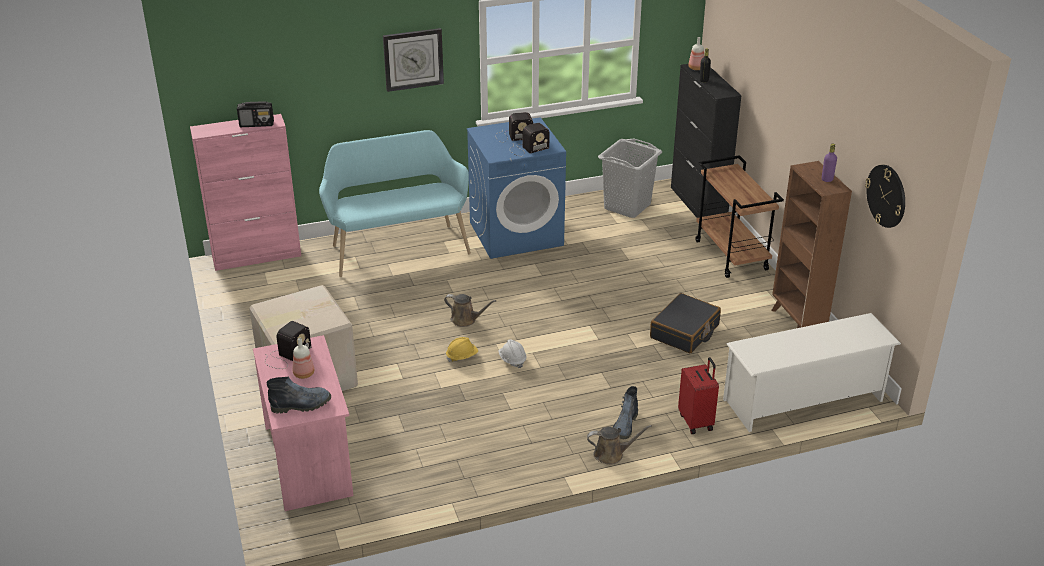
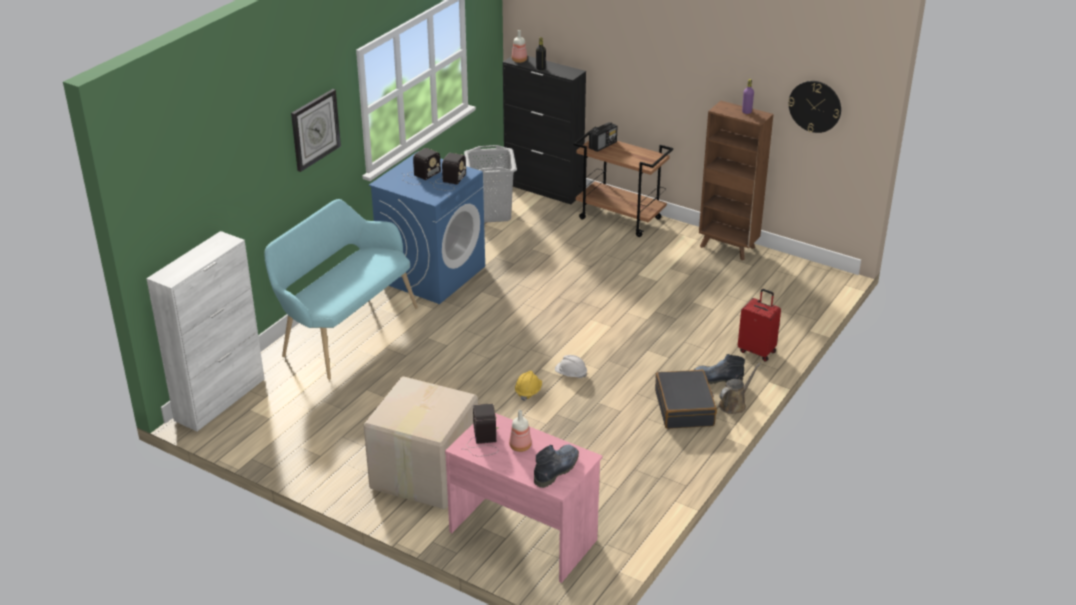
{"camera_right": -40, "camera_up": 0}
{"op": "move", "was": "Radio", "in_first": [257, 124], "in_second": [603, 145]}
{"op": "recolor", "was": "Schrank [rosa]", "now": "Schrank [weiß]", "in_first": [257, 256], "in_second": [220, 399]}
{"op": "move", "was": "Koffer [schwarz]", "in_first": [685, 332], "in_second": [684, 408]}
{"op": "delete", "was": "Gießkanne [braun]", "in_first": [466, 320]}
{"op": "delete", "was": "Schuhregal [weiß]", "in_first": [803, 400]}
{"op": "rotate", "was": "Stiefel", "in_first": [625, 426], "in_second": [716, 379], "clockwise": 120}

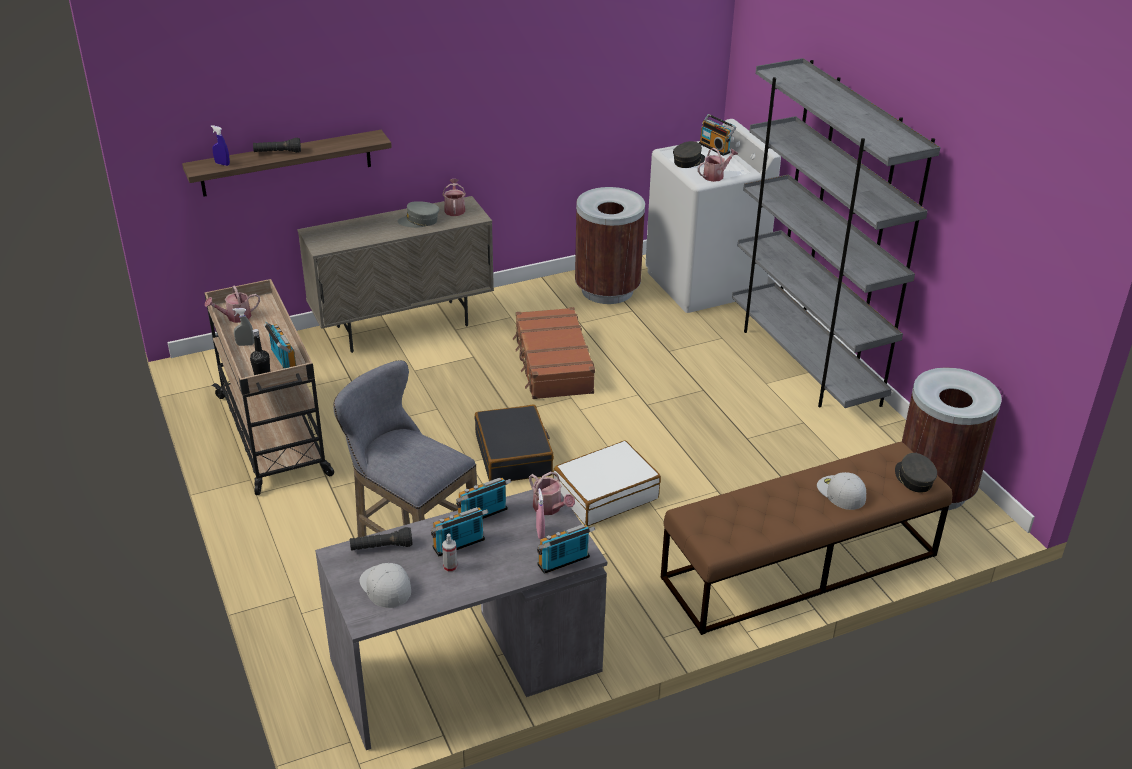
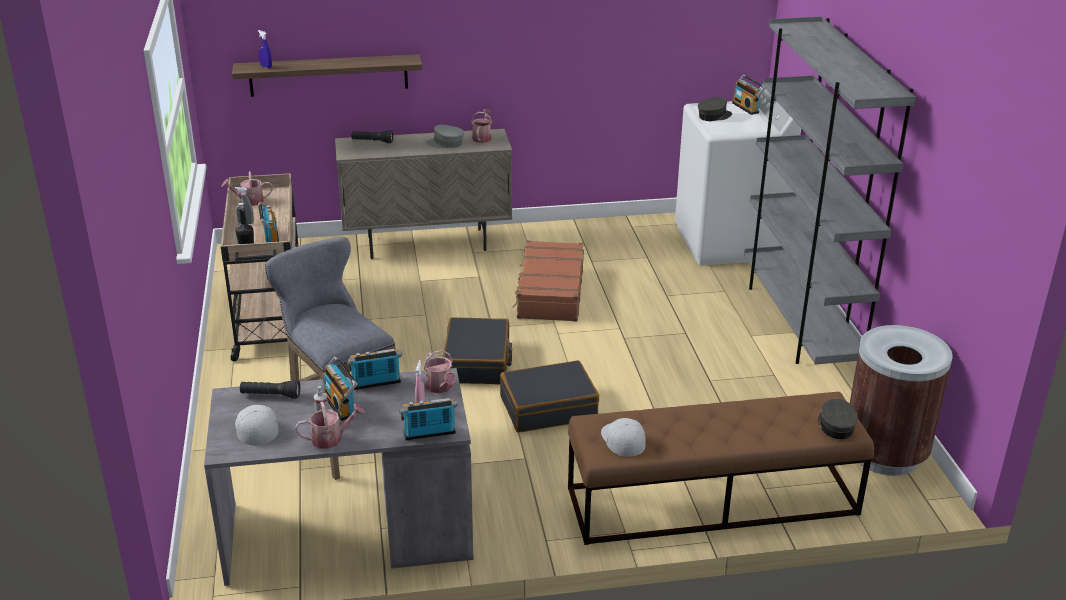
{"camera_right": 15, "camera_up": -5}
{"op": "move", "was": "Taschenlampe [schwarz]", "in_first": [277, 153], "in_second": [372, 142]}
{"op": "move", "was": "Gießkanne", "in_first": [716, 176], "in_second": [331, 438]}
{"op": "delete", "was": "Mülleimer [braun]", "in_first": [607, 290]}
{"op": "recolor", "was": "Koffer [weiß]", "now": "Koffer [schwarz]", "in_first": [605, 494], "in_second": [548, 408]}
{"op": "move", "was": "Kappe [weiß]", "in_first": [840, 492], "in_second": [622, 439]}
{"op": "rotate", "was": "Radio", "in_first": [460, 545], "in_second": [341, 405], "clockwise": -105}

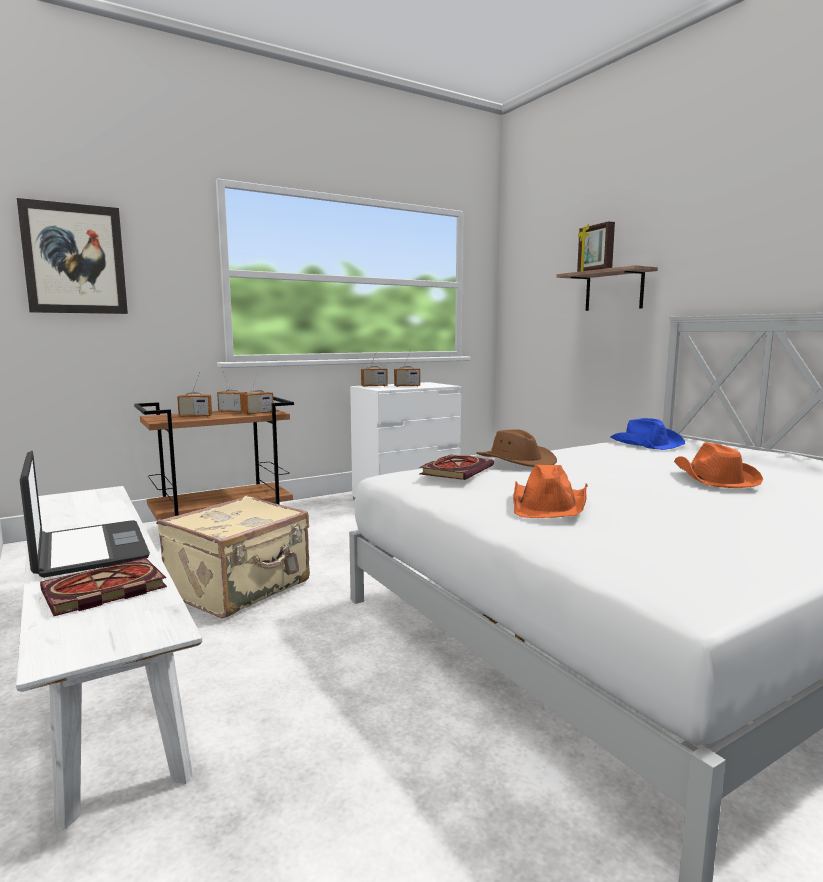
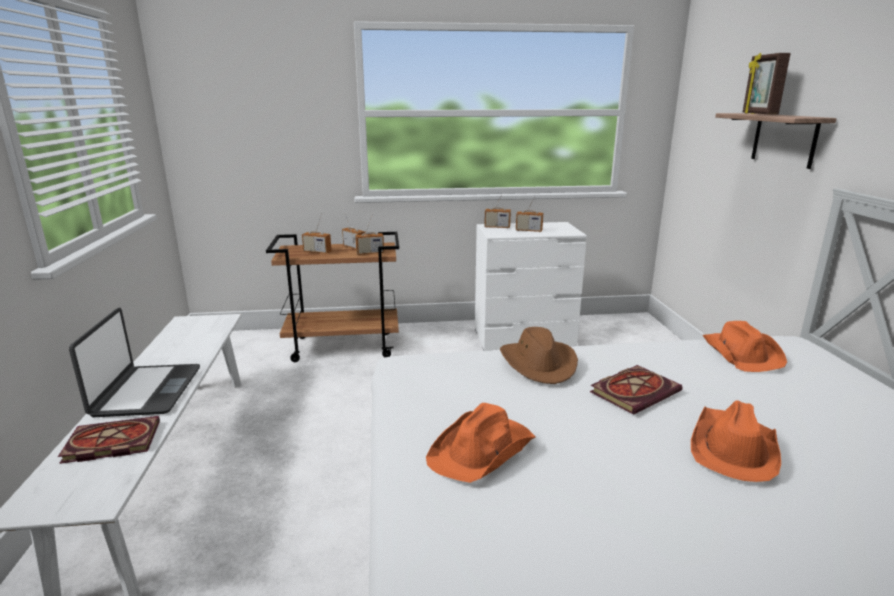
{"camera_right": 25, "camera_up": 10}
{"op": "delete", "was": "Bild", "in_first": [75, 259]}
{"op": "recolor", "was": "Hut [blau]", "now": "Hut [orange]", "in_first": [646, 443], "in_second": [741, 353]}
{"op": "move", "was": "Buch", "in_first": [456, 470], "in_second": [635, 391]}
{"op": "delete", "was": "Koffer [beige]", "in_first": [241, 588]}

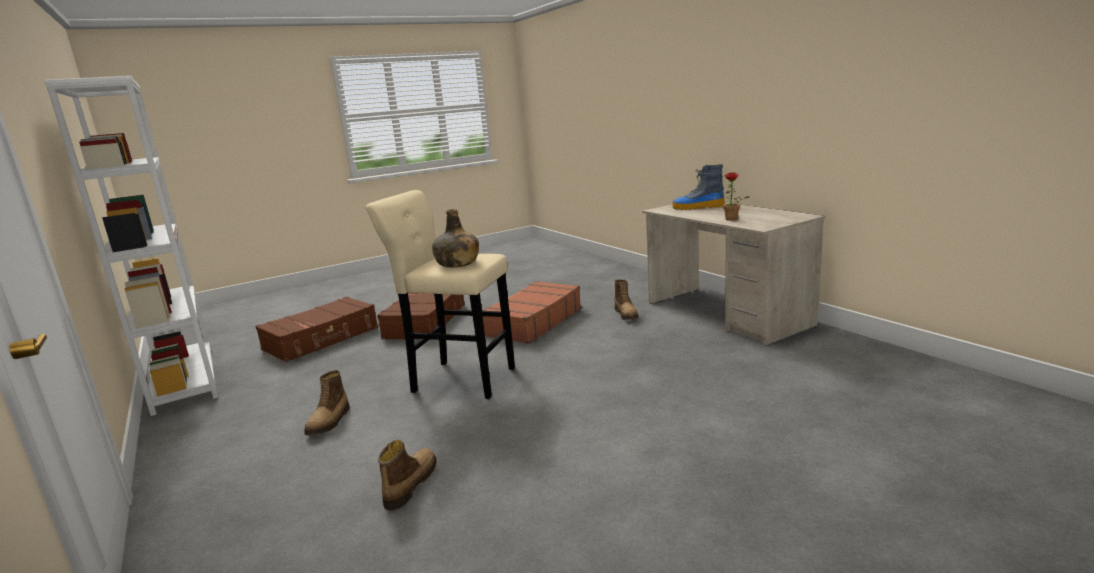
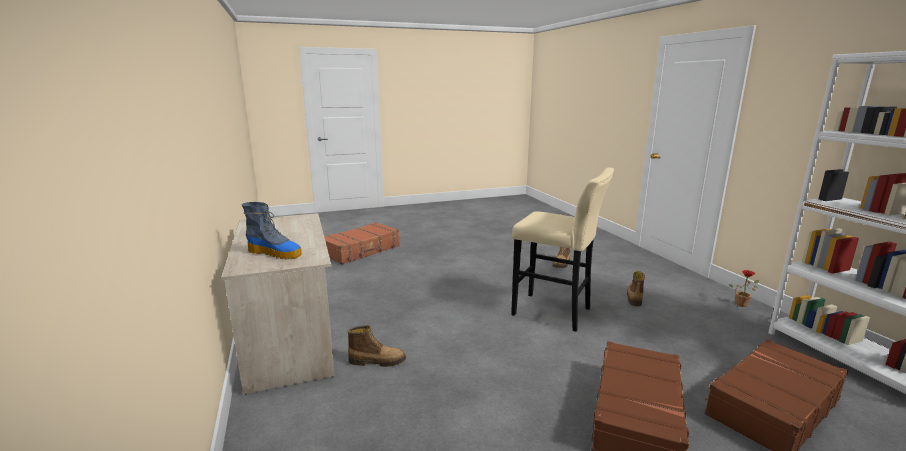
{"camera_right": -170, "camera_up": 0}
{"op": "move", "was": "Topfpflanze", "in_first": [730, 220], "in_second": [742, 304]}
{"op": "delete", "was": "Flasche [grün]", "in_first": [457, 263]}
{"op": "rotate", "was": "Stiefel", "in_first": [626, 315], "in_second": [377, 361], "clockwise": 90}
{"op": "move", "was": "Koffer [braun]", "in_first": [533, 322], "in_second": [361, 250]}

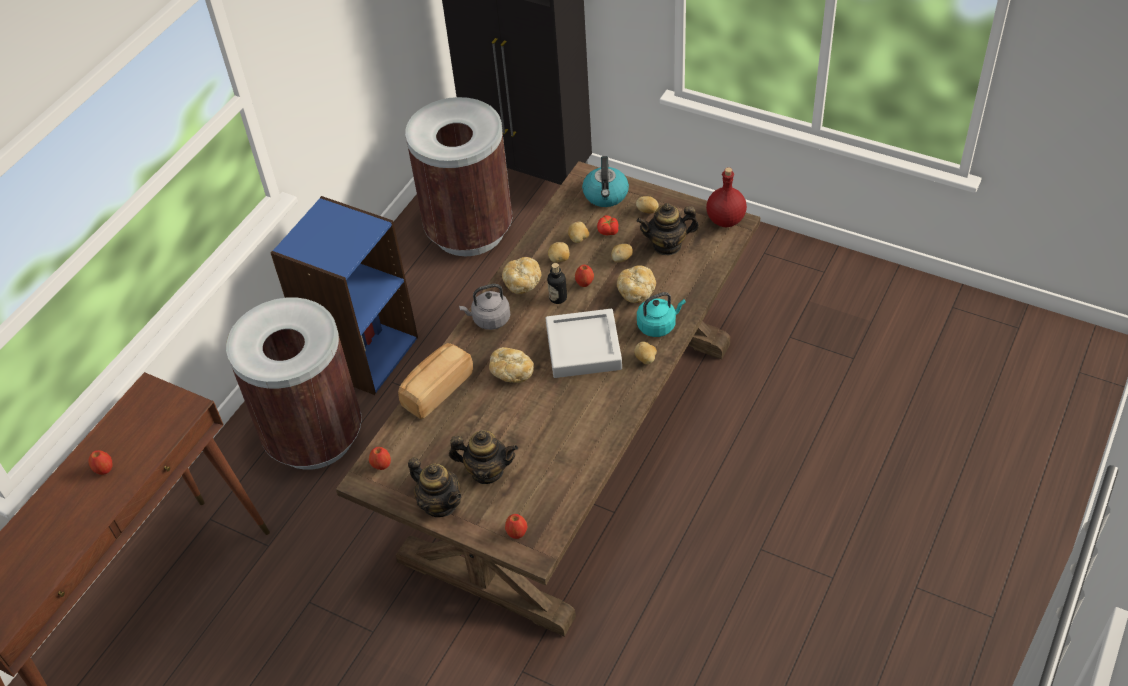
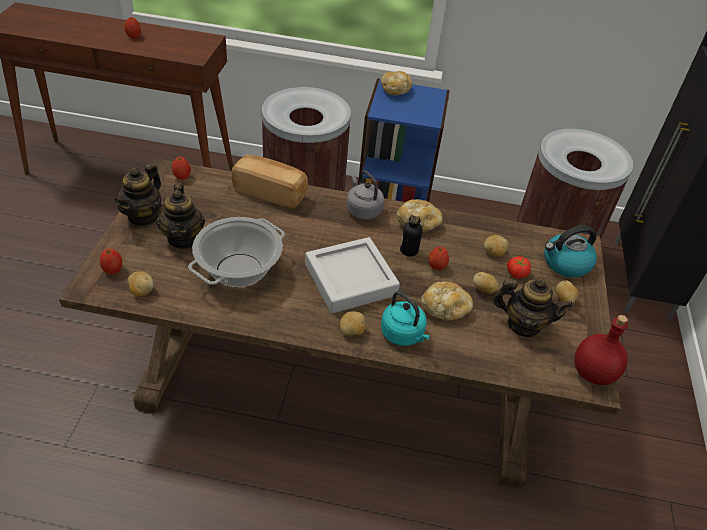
{"camera_right": 65, "camera_up": -5}
{"op": "rotate", "was": "Teekanne", "in_first": [667, 245], "in_second": [523, 325], "clockwise": 135}
{"op": "move", "was": "Kartoffel", "in_first": [559, 259], "in_second": [141, 291]}
{"op": "move", "was": "Brot", "in_first": [511, 372], "in_second": [395, 90]}
{"op": "insert", "now": "Kochtopf", "in_second": [239, 271]}

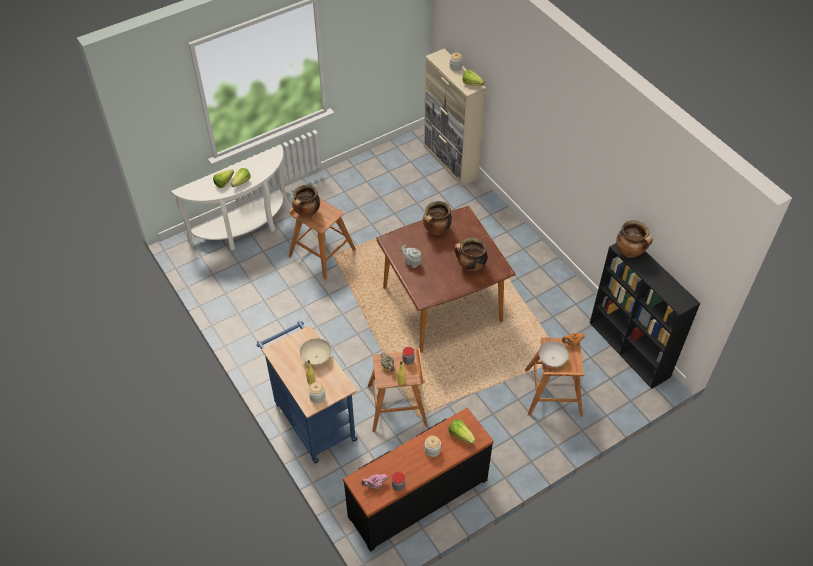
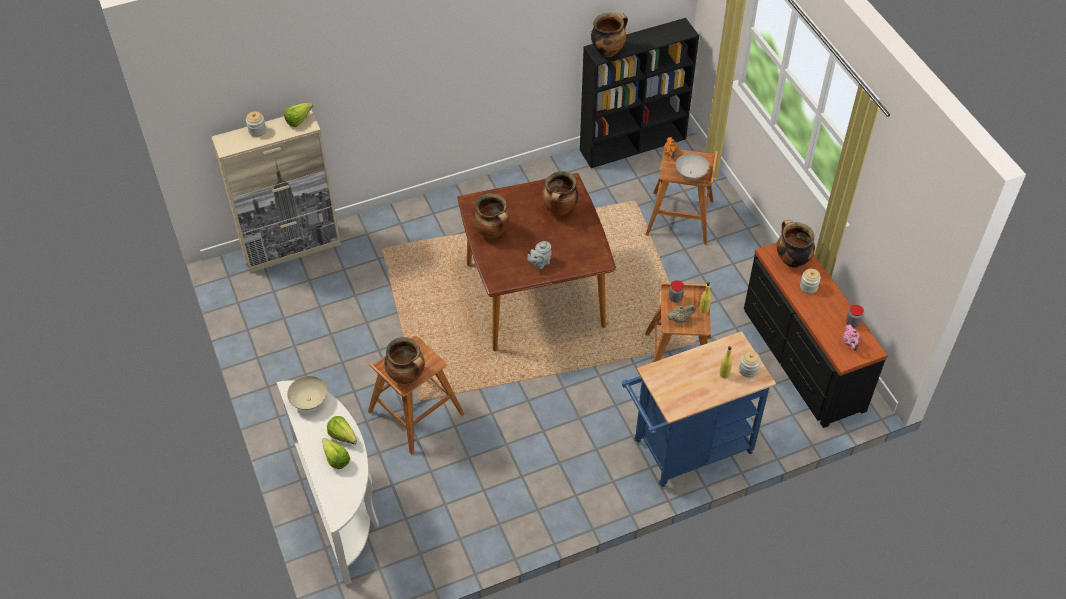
{"camera_right": -80, "camera_up": 0}
{"op": "move", "was": "Schüssel [beige]", "in_first": [316, 357], "in_second": [309, 400]}
{"op": "replace", "was": "Salatkopf", "now": "Kochtopf", "in_first": [461, 435], "in_second": [791, 260]}

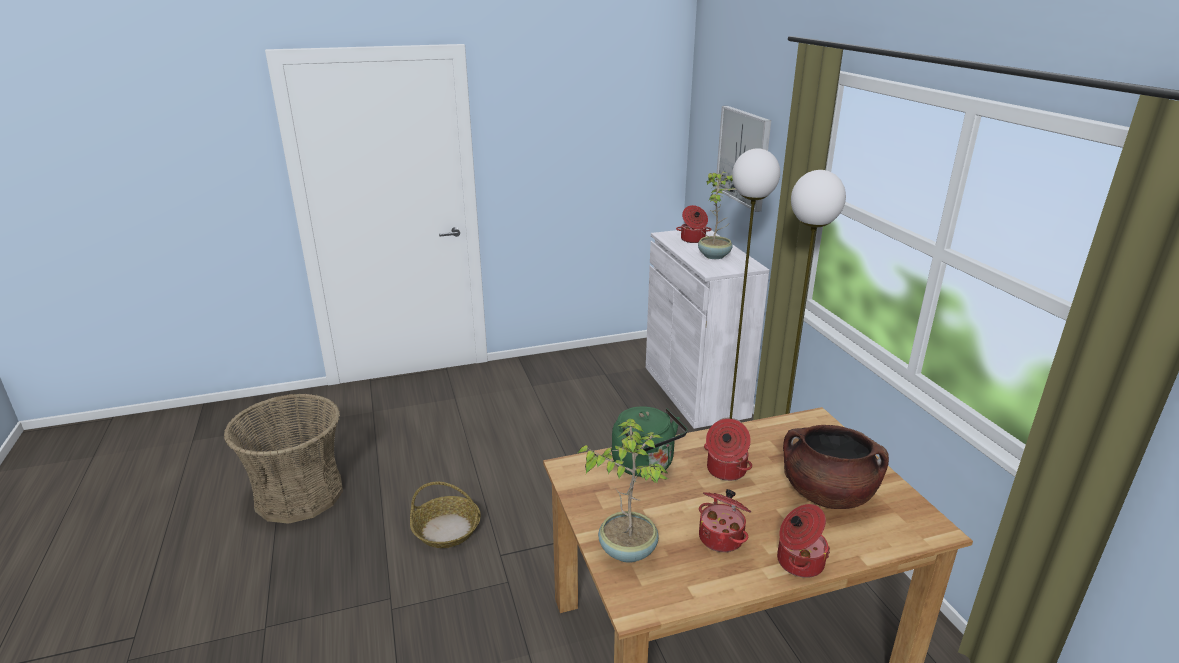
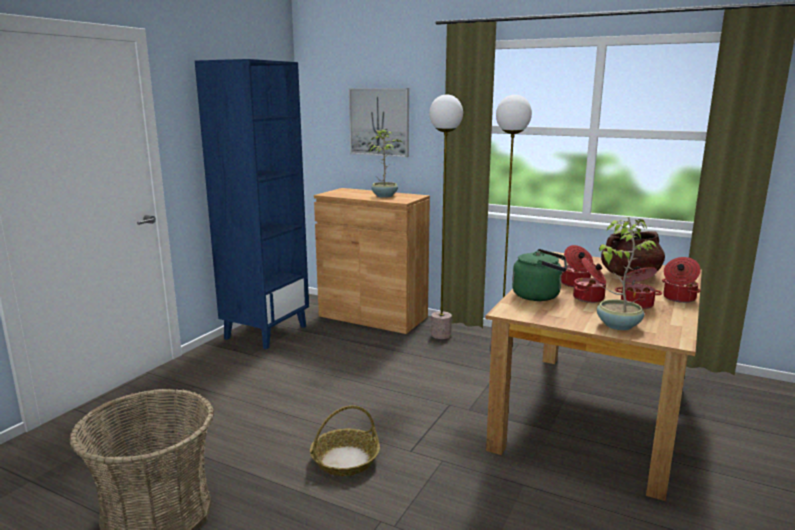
{"camera_right": -45, "camera_up": -10}
{"op": "move", "was": "Kochtopf", "in_first": [693, 239], "in_second": [589, 298]}
{"op": "recolor", "was": "Schrank [weiß]", "now": "Schrank [braun]", "in_first": [695, 391], "in_second": [373, 316]}
{"op": "insert", "now": "Bücherregal [blau]", "in_second": [266, 332]}

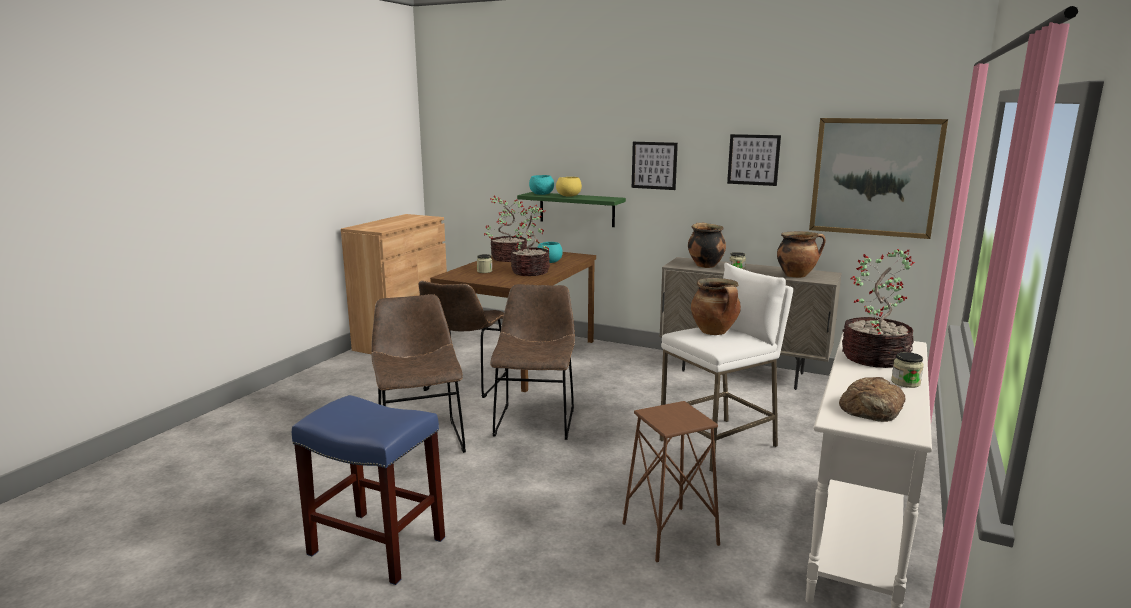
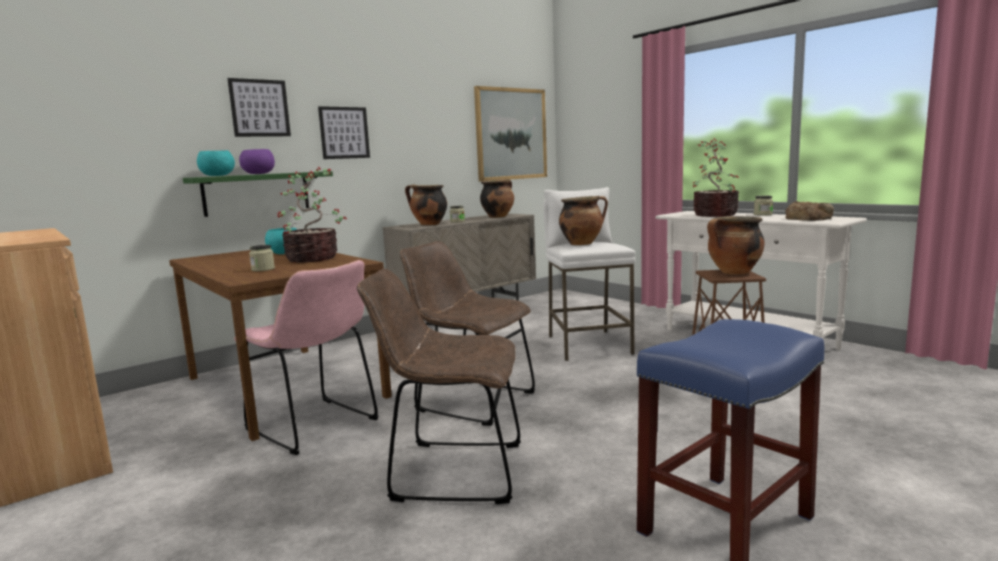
{"camera_right": -65, "camera_up": -5}
{"op": "move", "was": "Bild", "in_first": [753, 159], "in_second": [259, 108]}
{"op": "recolor", "was": "Schüssel [gelb]", "now": "Schüssel [lila]", "in_first": [569, 196], "in_second": [258, 174]}
{"op": "delete", "was": "Topfpflanze", "in_first": [507, 258]}
{"op": "recolor", "was": "Stuhl [braun]", "now": "Stuhl [rosa]", "in_first": [464, 384], "in_second": [316, 427]}
{"op": "insert", "now": "Kochtopf", "in_second": [734, 273]}

